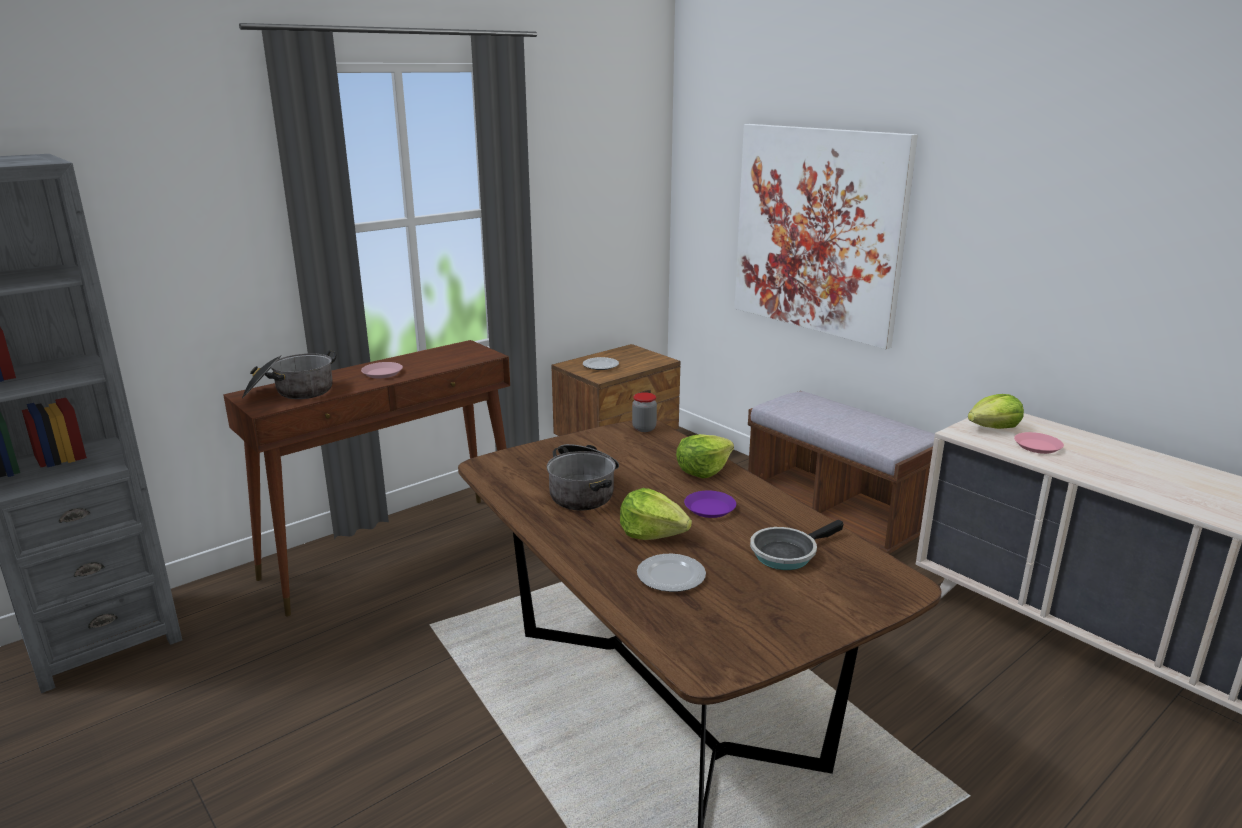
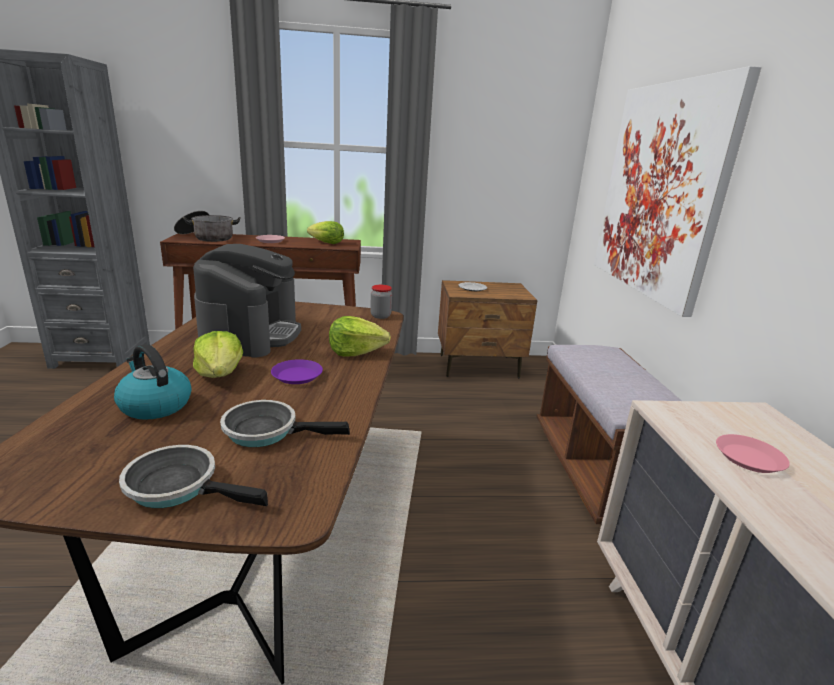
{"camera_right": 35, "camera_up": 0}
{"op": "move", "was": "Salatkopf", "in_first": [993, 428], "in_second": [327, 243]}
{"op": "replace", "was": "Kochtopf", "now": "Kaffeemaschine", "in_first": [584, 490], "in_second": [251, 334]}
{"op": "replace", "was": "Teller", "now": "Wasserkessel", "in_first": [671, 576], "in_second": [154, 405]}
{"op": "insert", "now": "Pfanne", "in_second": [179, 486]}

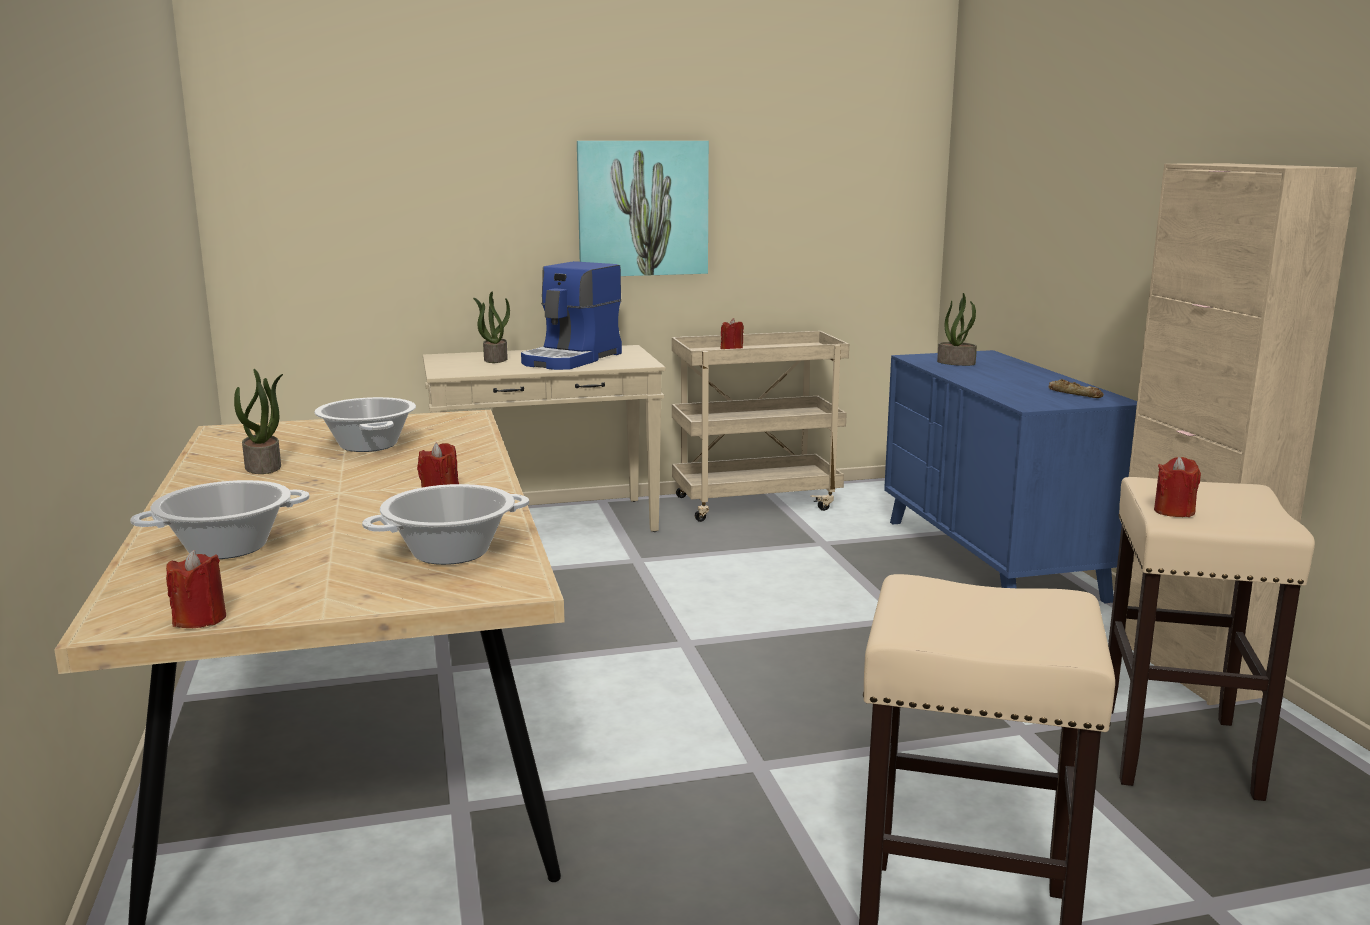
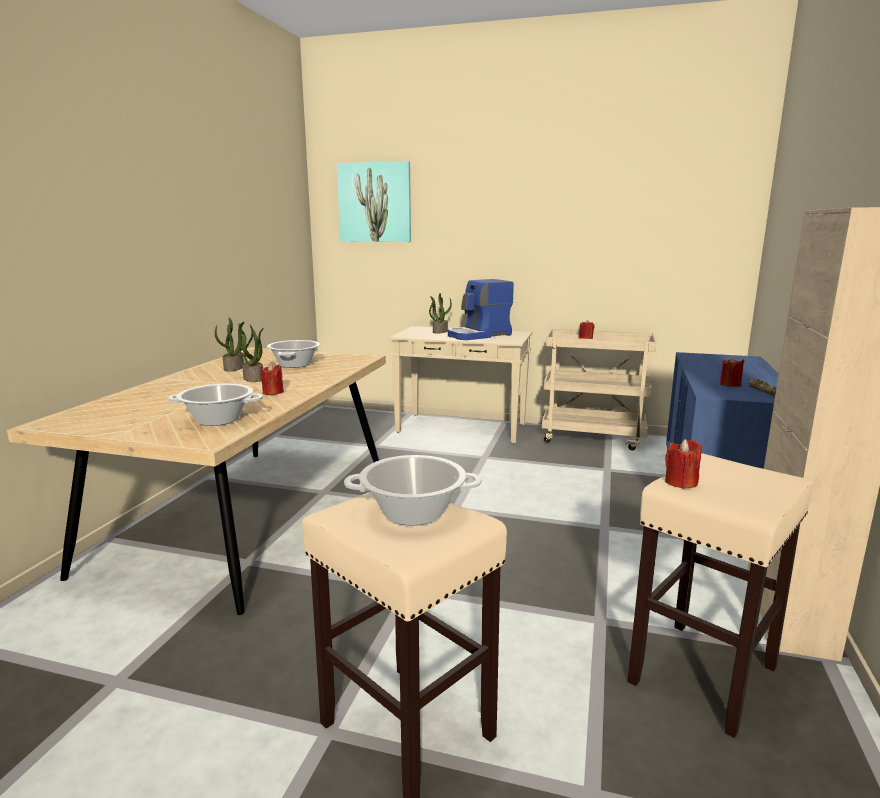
{"camera_right": 30, "camera_up": 0}
{"op": "move", "was": "Bild", "in_first": [643, 208], "in_second": [374, 202]}
{"op": "move", "was": "Topfpflanze", "in_first": [956, 363], "in_second": [254, 378]}
{"op": "move", "was": "Kochtopf", "in_first": [227, 547], "in_second": [413, 512]}
{"op": "move", "was": "Kerze [rot]", "in_first": [200, 619], "in_second": [730, 384]}

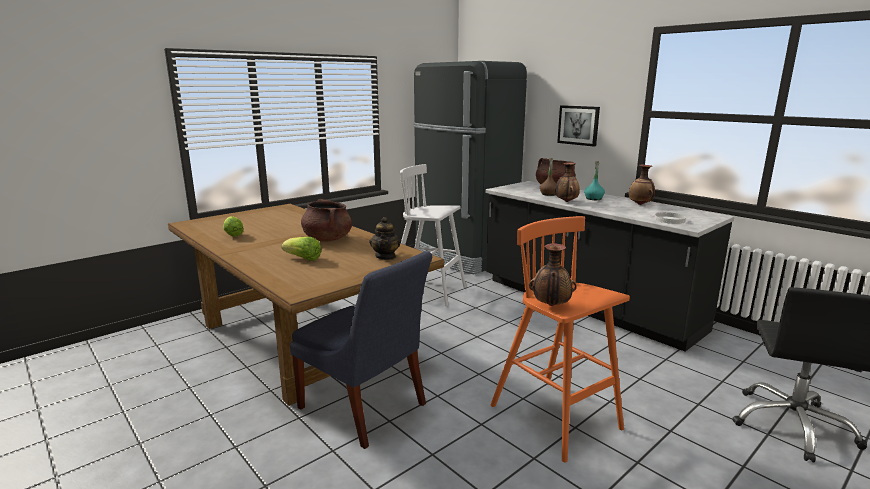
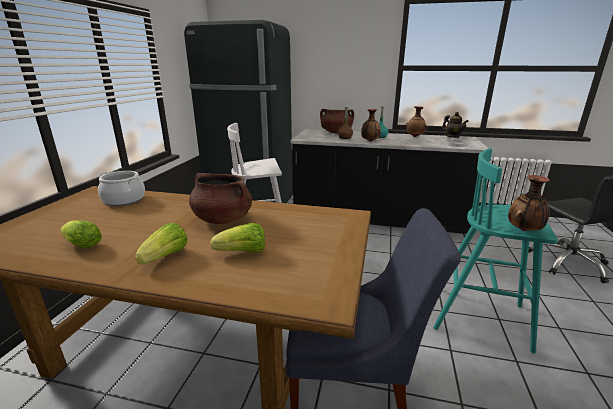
{"camera_right": -35, "camera_up": 5}
{"op": "delete", "was": "Bild", "in_first": [578, 125]}
{"op": "recolor", "was": "Hocker [orange]", "now": "Hocker [türkis]", "in_first": [557, 418], "in_second": [481, 317]}
{"op": "move", "was": "Teekanne", "in_first": [386, 256], "in_second": [452, 137]}
{"op": "insert", "now": "Kochtopf", "in_second": [124, 200]}
{"op": "insert", "now": "Salatkopf", "in_second": [166, 257]}

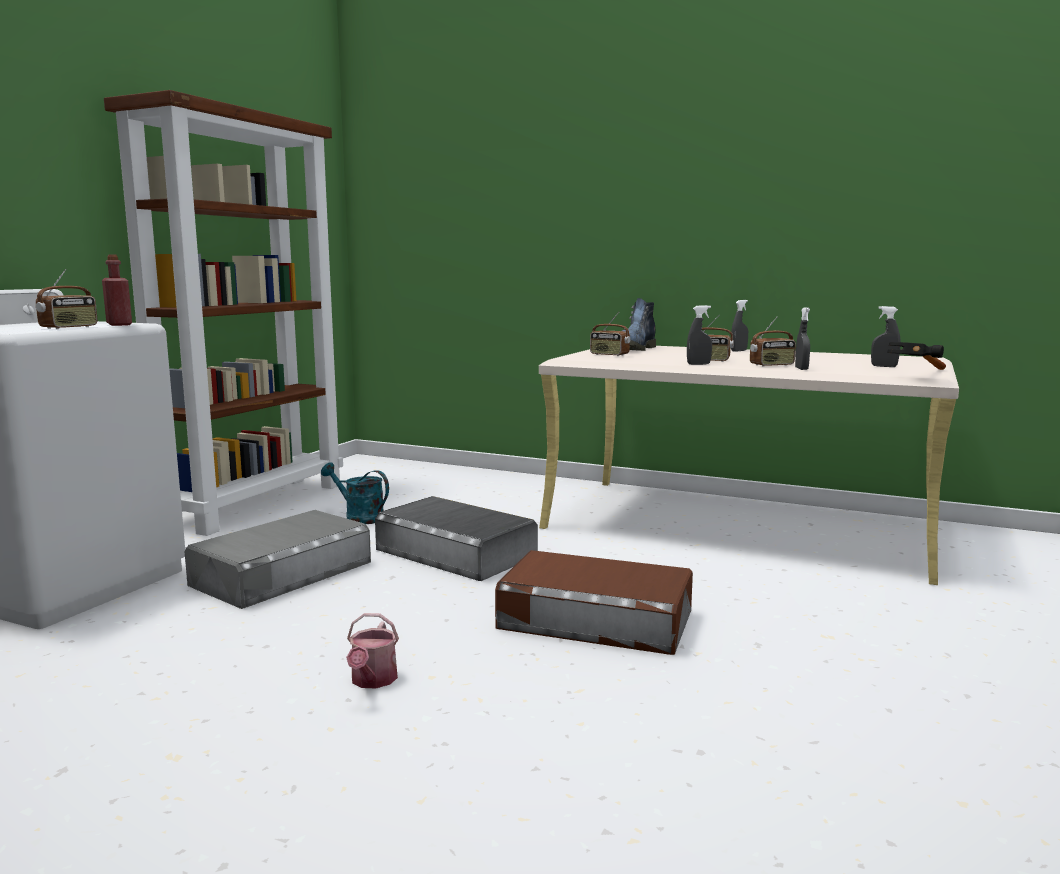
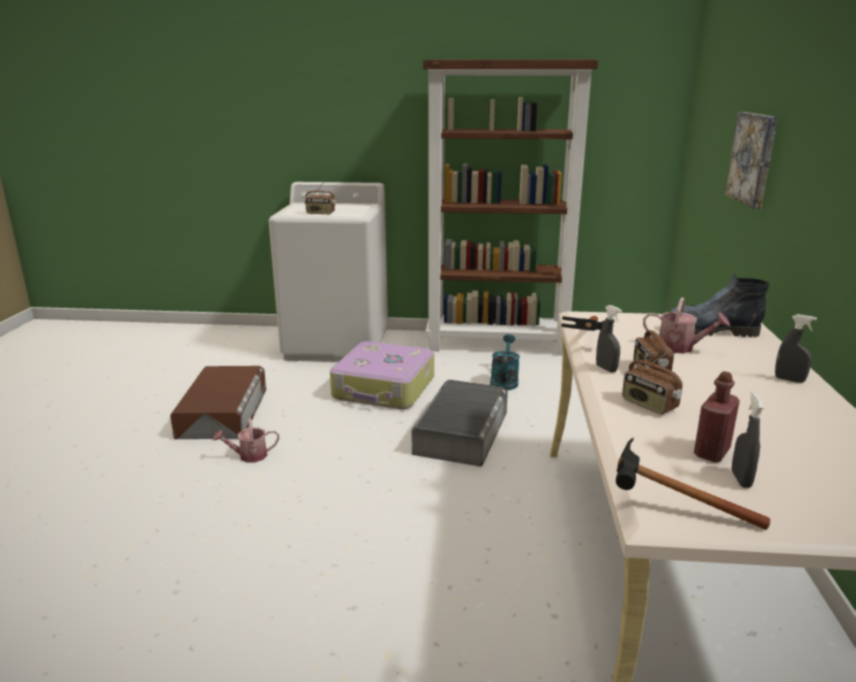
{"camera_right": 70, "camera_up": 10}
{"op": "move", "was": "Flasche [rot]", "in_first": [119, 324], "in_second": [711, 452]}
{"op": "delete", "was": "Sprühflasche [grau]", "in_first": [801, 369]}
{"op": "delete", "was": "Radio", "in_first": [609, 355]}
{"op": "replace", "was": "Aufbewahrungsbox [grau]", "now": "Koffer", "in_first": [282, 573], "in_second": [384, 388]}
{"op": "move", "was": "Aufbewahrungsbox [braun]", "in_first": [596, 619], "in_second": [223, 412]}
{"op": "insert", "now": "Bild", "in_second": [753, 158]}
{"op": "insert", "now": "Gießkanne", "in_second": [681, 347]}
{"op": "insert", "now": "Hammer", "in_second": [589, 340]}

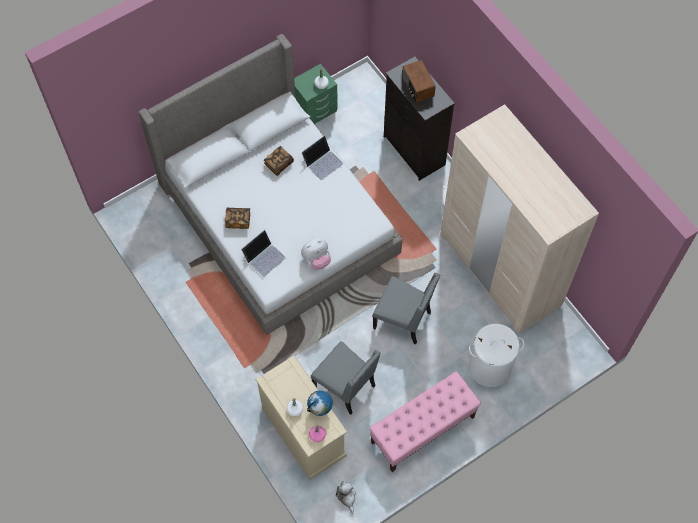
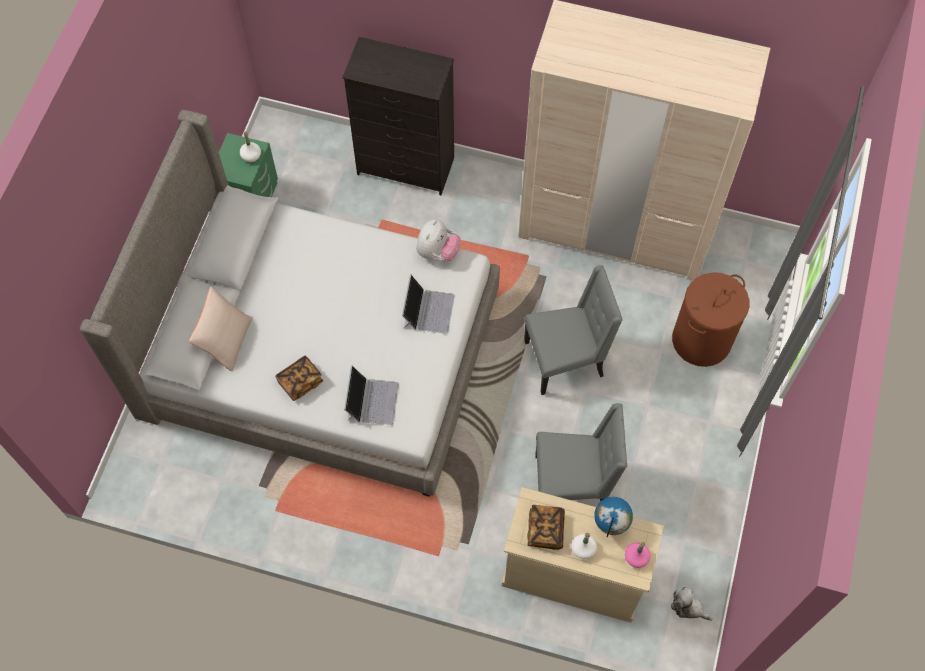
{"camera_right": -40, "camera_up": 0}
{"op": "delete", "was": "Radio", "in_first": [417, 87]}
{"op": "move", "was": "Laptop", "in_first": [322, 162], "in_second": [428, 310]}
{"op": "move", "was": "Buch", "in_first": [279, 164], "in_second": [545, 530]}
{"op": "move", "was": "Plüschtier", "in_first": [316, 259], "in_second": [437, 252]}
{"op": "recolor", "was": "Wäschekorb [weiß]", "now": "Wäschekorb [braun]", "in_first": [489, 367], "in_second": [701, 340]}
{"op": "delete", "was": "Bank [rosa]", "in_first": [422, 430]}
{"op": "insert", "now": "Kissen [beige]", "in_second": [225, 340]}

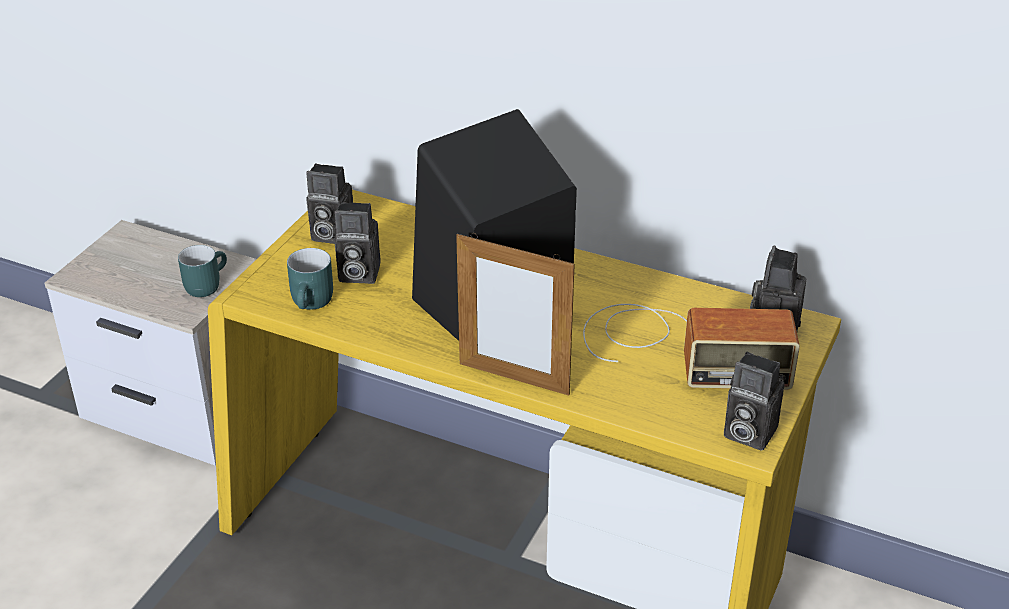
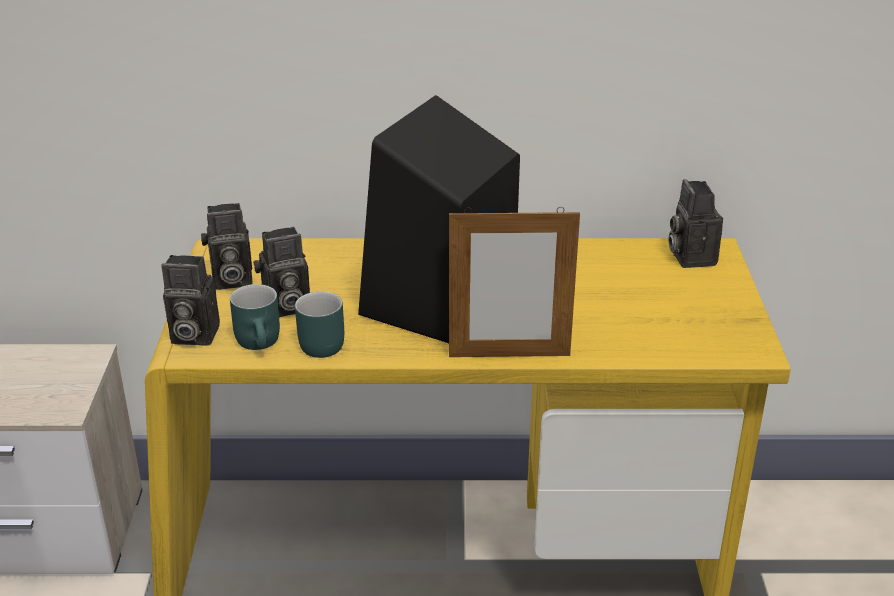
{"camera_right": -25, "camera_up": -5}
{"op": "move", "was": "Henkelbecher [türkis]", "in_first": [205, 284], "in_second": [321, 342]}
{"op": "delete", "was": "Radio", "in_first": [679, 348]}
{"op": "move", "was": "Kamera", "in_first": [746, 433], "in_second": [191, 335]}

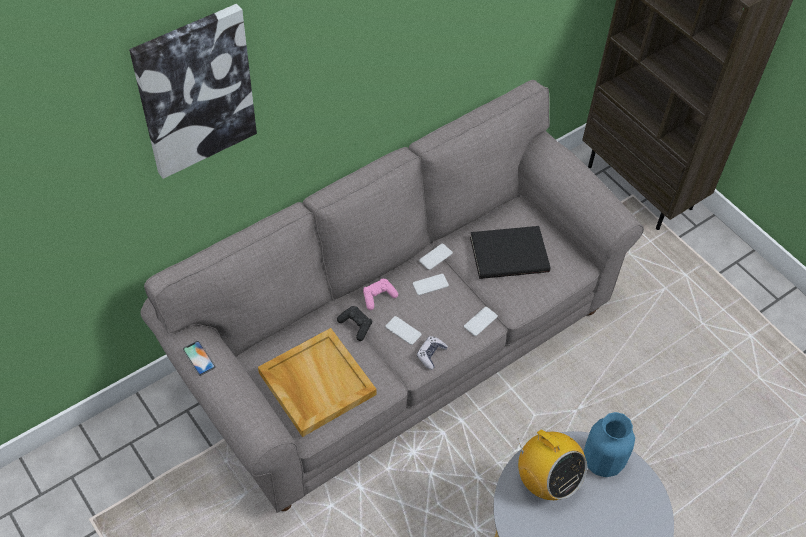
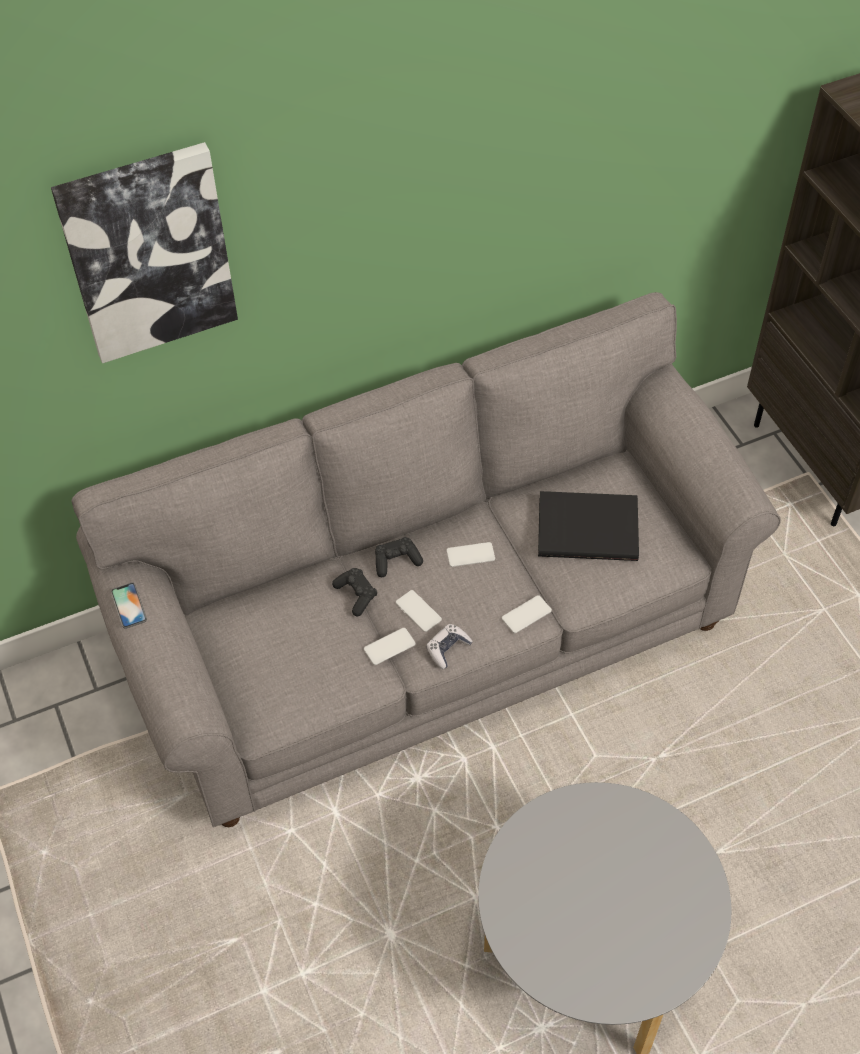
{"camera_right": 15, "camera_up": 0}
{"op": "move", "was": "Handy", "in_first": [435, 257], "in_second": [389, 647]}
{"op": "recolor", "was": "Gamepad [rosa]", "now": "Gamepad [schwarz]", "in_first": [378, 297], "in_second": [396, 561]}
{"op": "delete", "was": "Tablett [beige]", "in_first": [316, 383]}
{"op": "delete", "was": "Vase [blau]", "in_first": [602, 460]}
{"op": "delete", "was": "Radio", "in_first": [546, 481]}

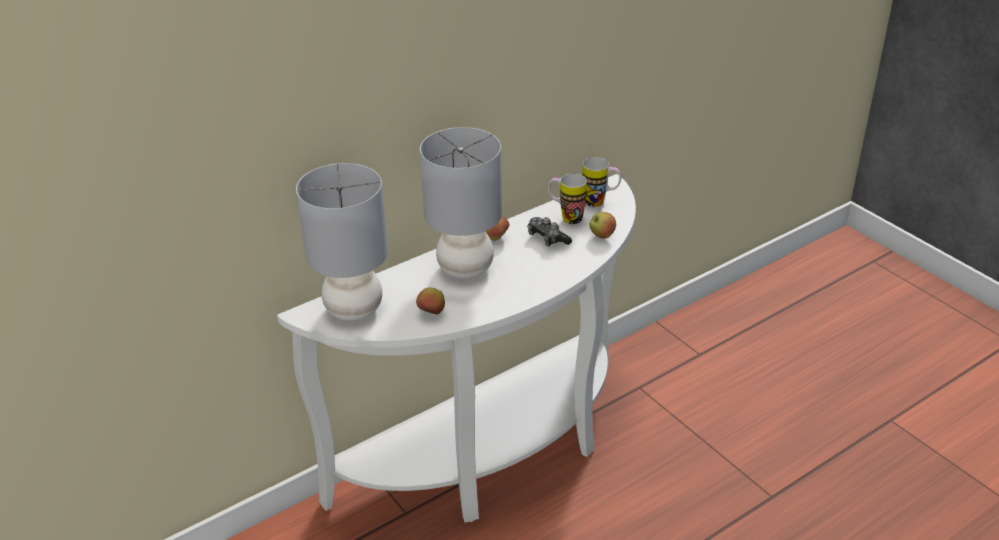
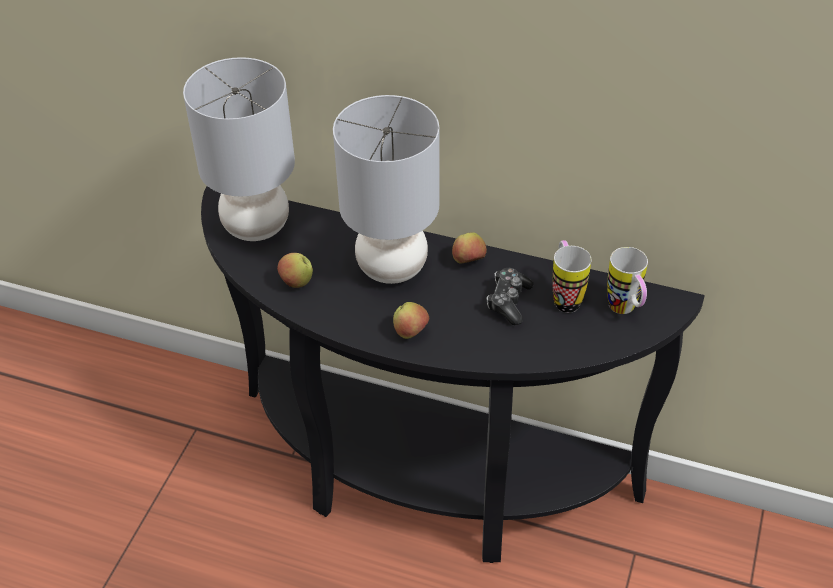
{"camera_right": 55, "camera_up": 10}
{"op": "recolor", "was": "Konsolentisch [weiß]", "now": "Konsolentisch [schwarz]", "in_first": [497, 454], "in_second": [424, 481]}
{"op": "move", "was": "Apfel", "in_first": [602, 236], "in_second": [411, 332]}

